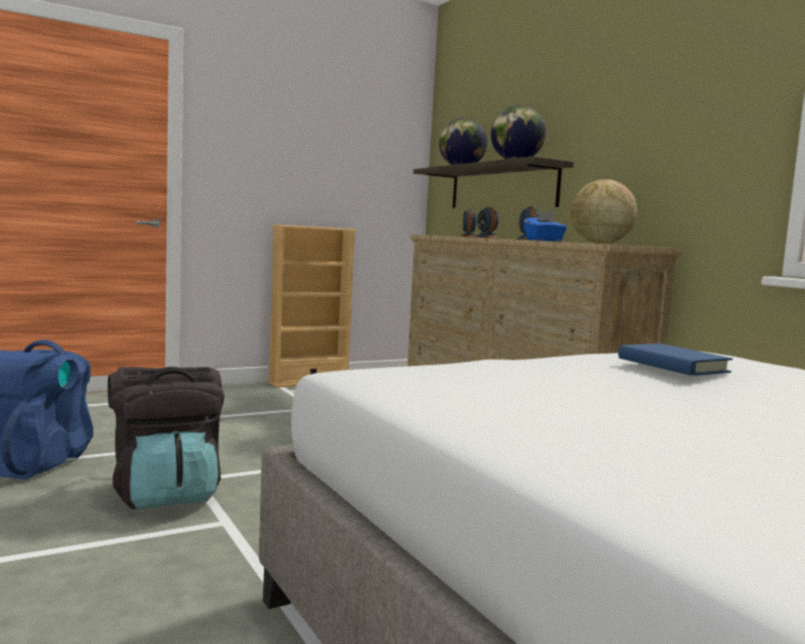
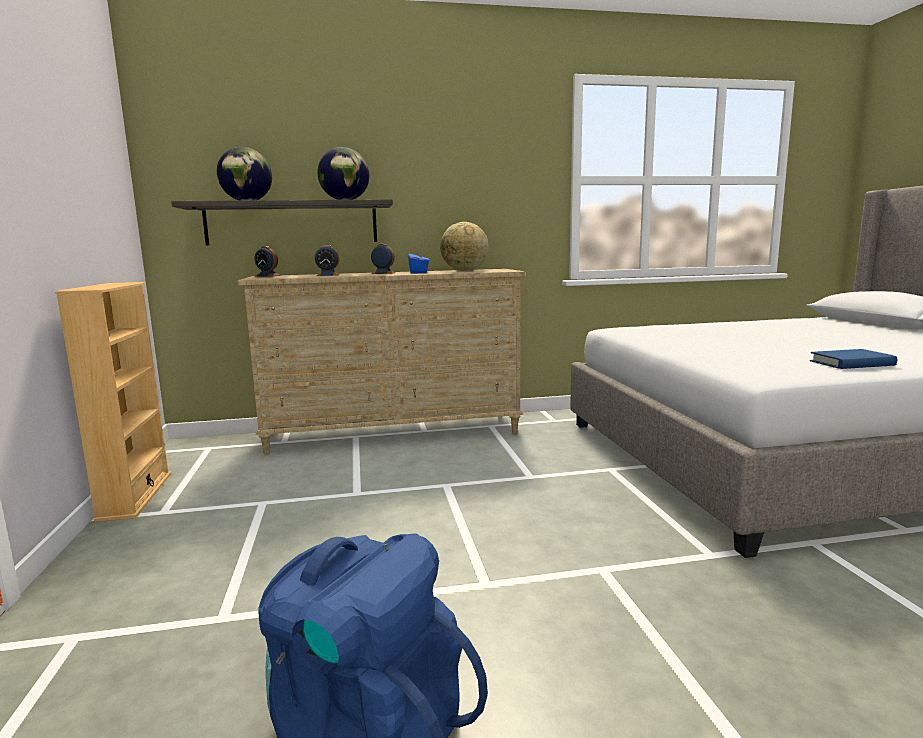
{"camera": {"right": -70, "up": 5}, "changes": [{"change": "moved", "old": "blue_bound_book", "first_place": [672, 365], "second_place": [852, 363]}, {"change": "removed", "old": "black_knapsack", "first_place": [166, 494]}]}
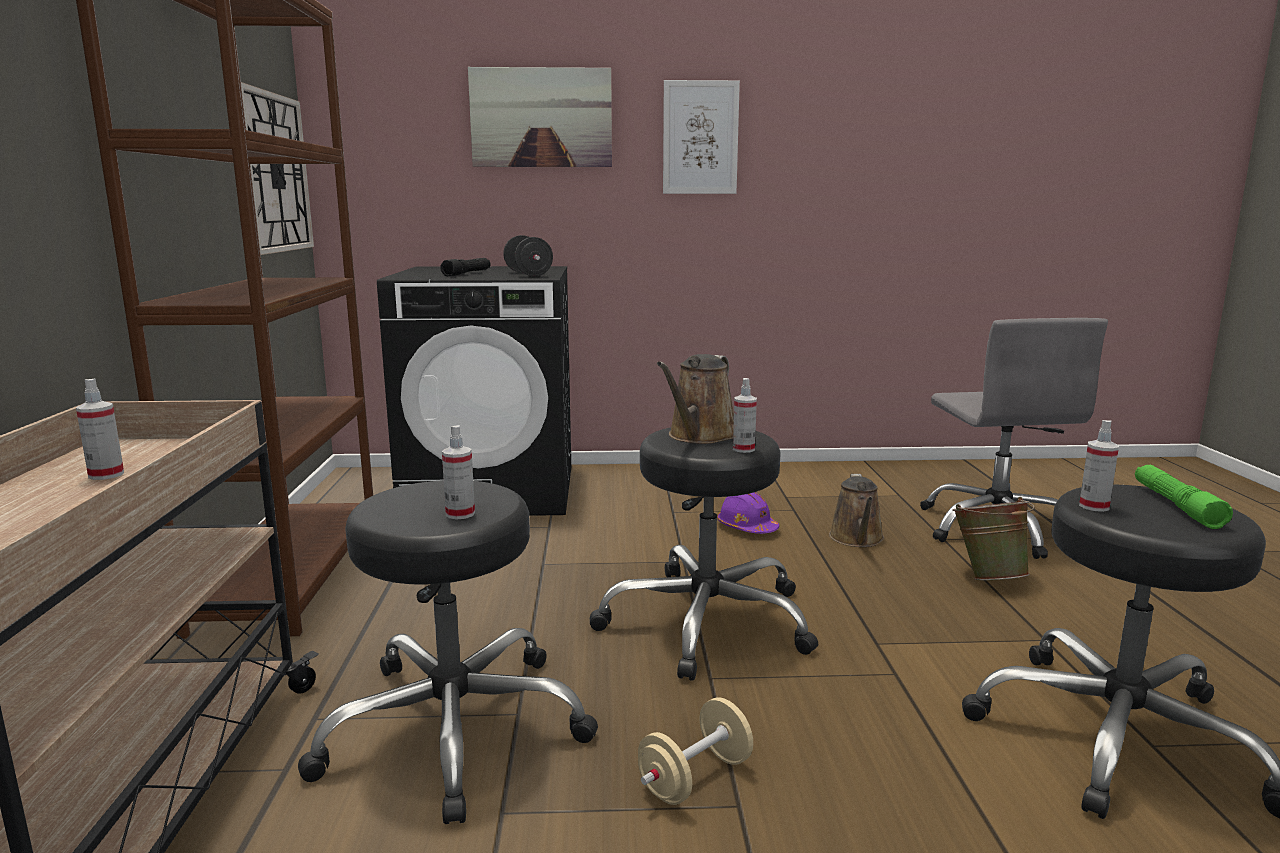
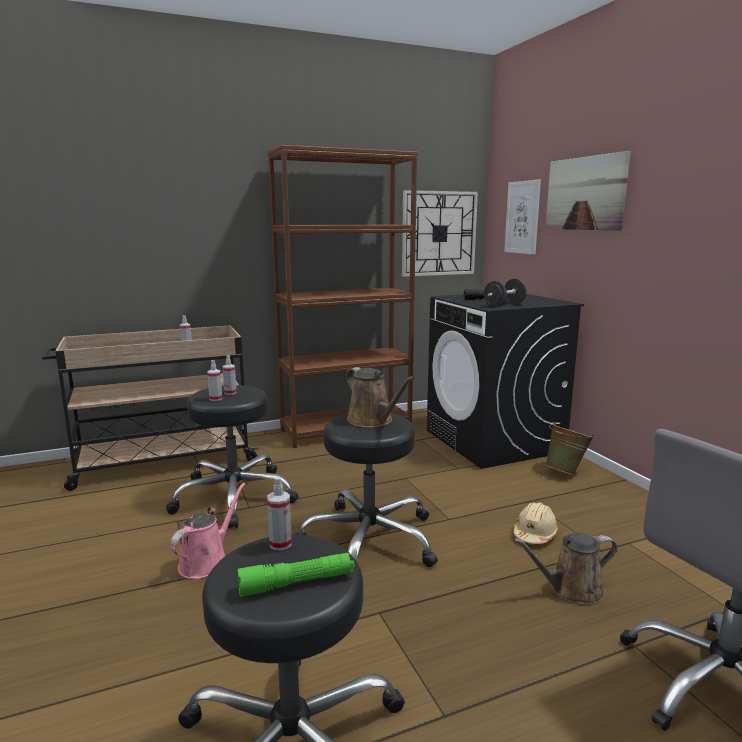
{"camera": {"right": 70, "up": 0}, "changes": [{"change": "moved", "old": "wall_picture", "first_place": [700, 138], "second_place": [522, 217]}, {"change": "turned", "old": "brownish_sprinkling_can", "first_place": [700, 436], "second_place": [373, 421], "degrees": -135}, {"change": "moved", "old": "spray_bottle", "first_place": [743, 449], "second_place": [230, 393]}, {"change": "recoloured", "old": "purplish_safety_helmet", "new": "beige-coloured_safety_helmet", "first_place": [746, 528], "second_place": [534, 534]}, {"change": "moved", "old": "green_pail", "first_place": [987, 577], "second_place": [566, 472]}, {"change": "replaced", "old": "beige-coloured_dumbbell", "new": "pinkish_sprinkling_can", "first_place": [695, 778], "second_place": [207, 562]}]}
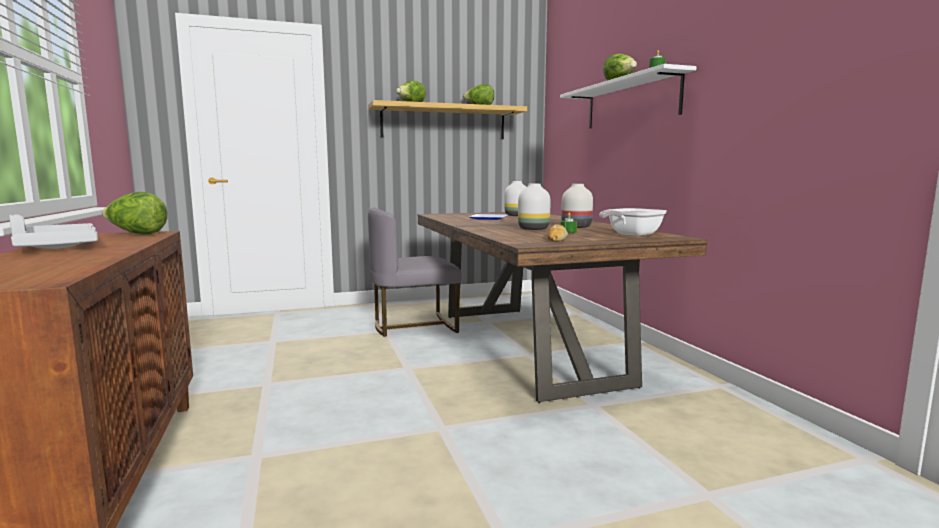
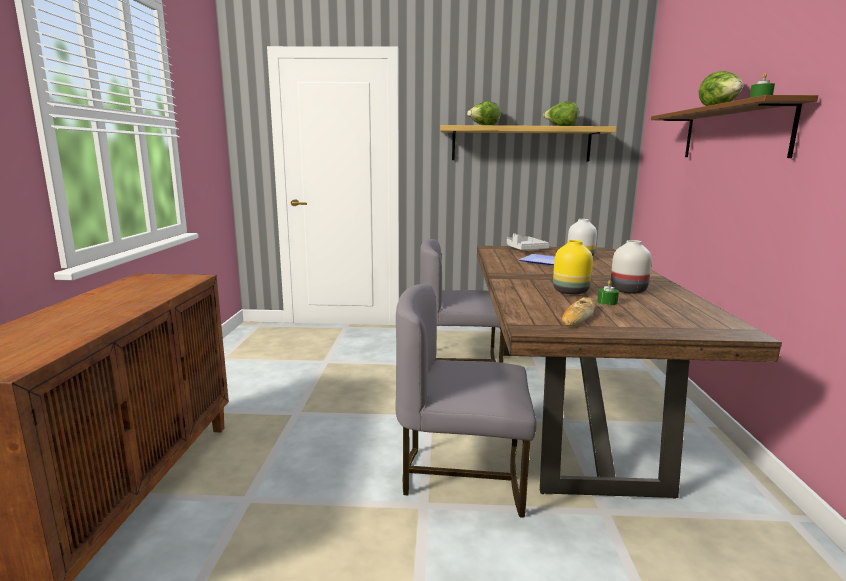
{"camera": {"right": 20, "up": 5}, "changes": [{"change": "recoloured", "old": "white_bracket_shelf", "new": "brownish_bracket_shelf", "first_place": [630, 103], "second_place": [733, 133]}, {"change": "recoloured", "old": "white_vase", "new": "yellowish_vase", "first_place": [532, 229], "second_place": [570, 291]}, {"change": "removed", "old": "head_of_lettuce", "first_place": [137, 234]}, {"change": "removed", "old": "pan", "first_place": [630, 235]}, {"change": "moved", "old": "greyish_serving_tray", "first_place": [57, 247], "second_place": [524, 249]}, {"change": "added", "new": "greyish_upright_chair", "second_place": [463, 474]}]}
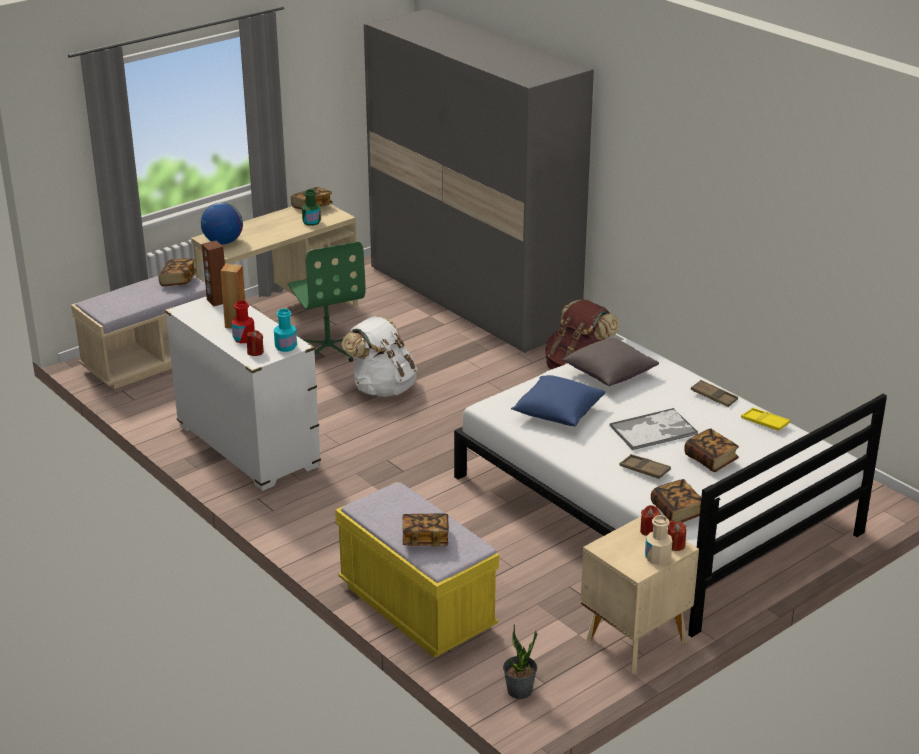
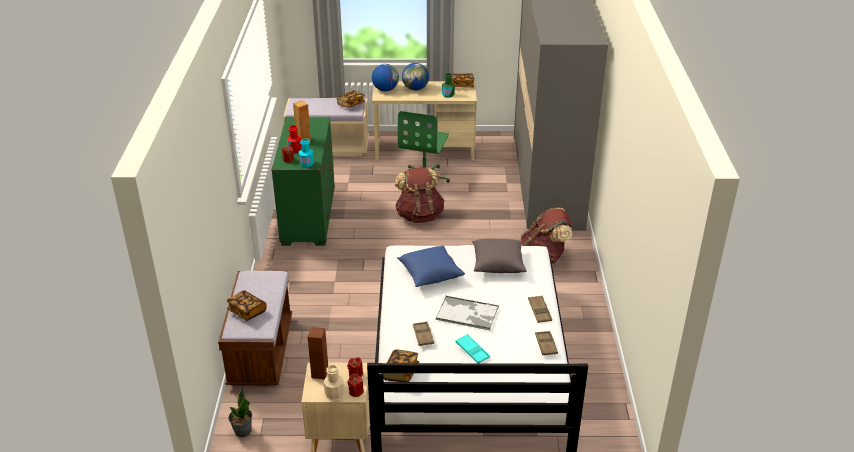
{"camera": {"right": 40, "up": 5}, "changes": [{"change": "moved", "old": "brownish_speaker", "first_place": [217, 301], "second_place": [319, 373]}, {"change": "recoloured", "old": "white_drawer_chest", "new": "green_drawer_chest", "first_place": [247, 446], "second_place": [308, 217]}, {"change": "recoloured", "old": "white_knapsack", "new": "brownish_knapsack", "first_place": [382, 388], "second_place": [419, 215]}, {"change": "recoloured", "old": "yellowish_serving_tray", "new": "brownish_serving_tray", "first_place": [765, 422], "second_place": [546, 345]}, {"change": "replaced", "old": "bound_book", "new": "blue-green_serving_tray", "first_place": [710, 459], "second_place": [472, 351]}, {"change": "recoloured", "old": "yellowish_long_seat", "new": "brownish_long_seat", "first_place": [416, 608], "second_place": [261, 352]}, {"change": "added", "new": "desk_globe", "second_place": [415, 89]}]}
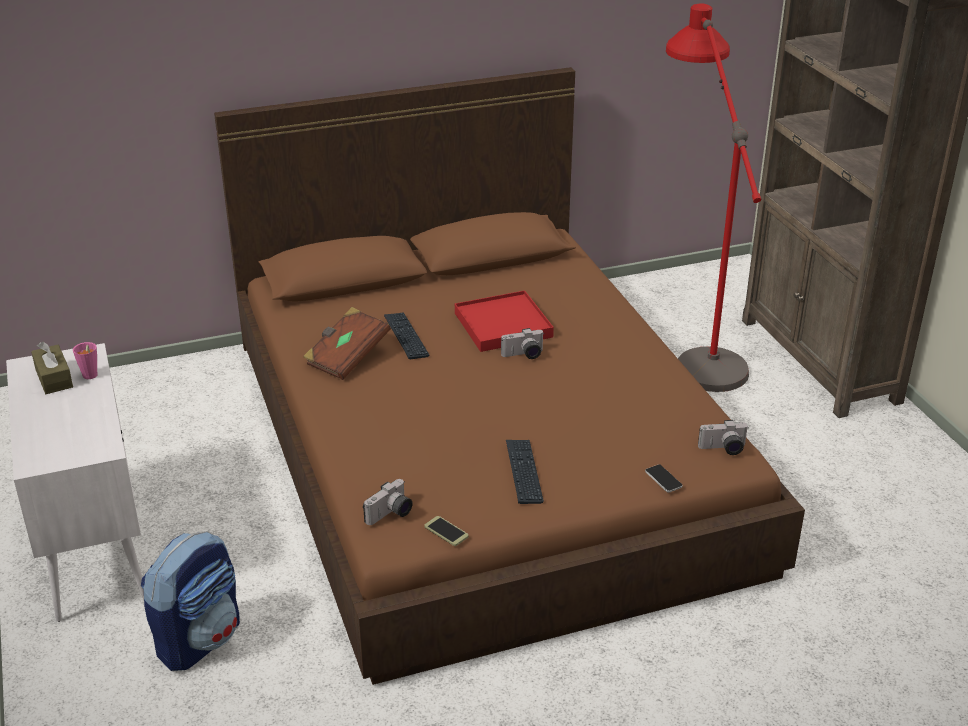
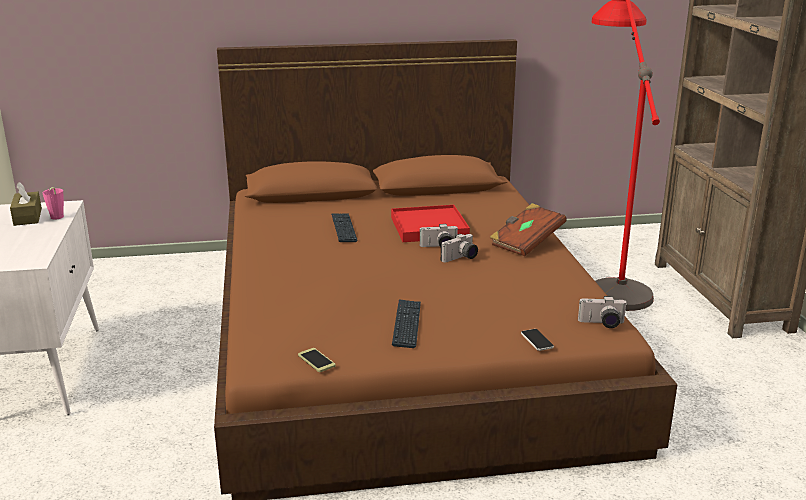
{"camera": {"right": 10, "up": -10}, "changes": [{"change": "moved", "old": "brownish_bound_book", "first_place": [347, 357], "second_place": [526, 243]}, {"change": "moved", "old": "still_camera", "first_place": [391, 514], "second_place": [461, 258]}, {"change": "removed", "old": "knapsack", "first_place": [199, 639]}]}
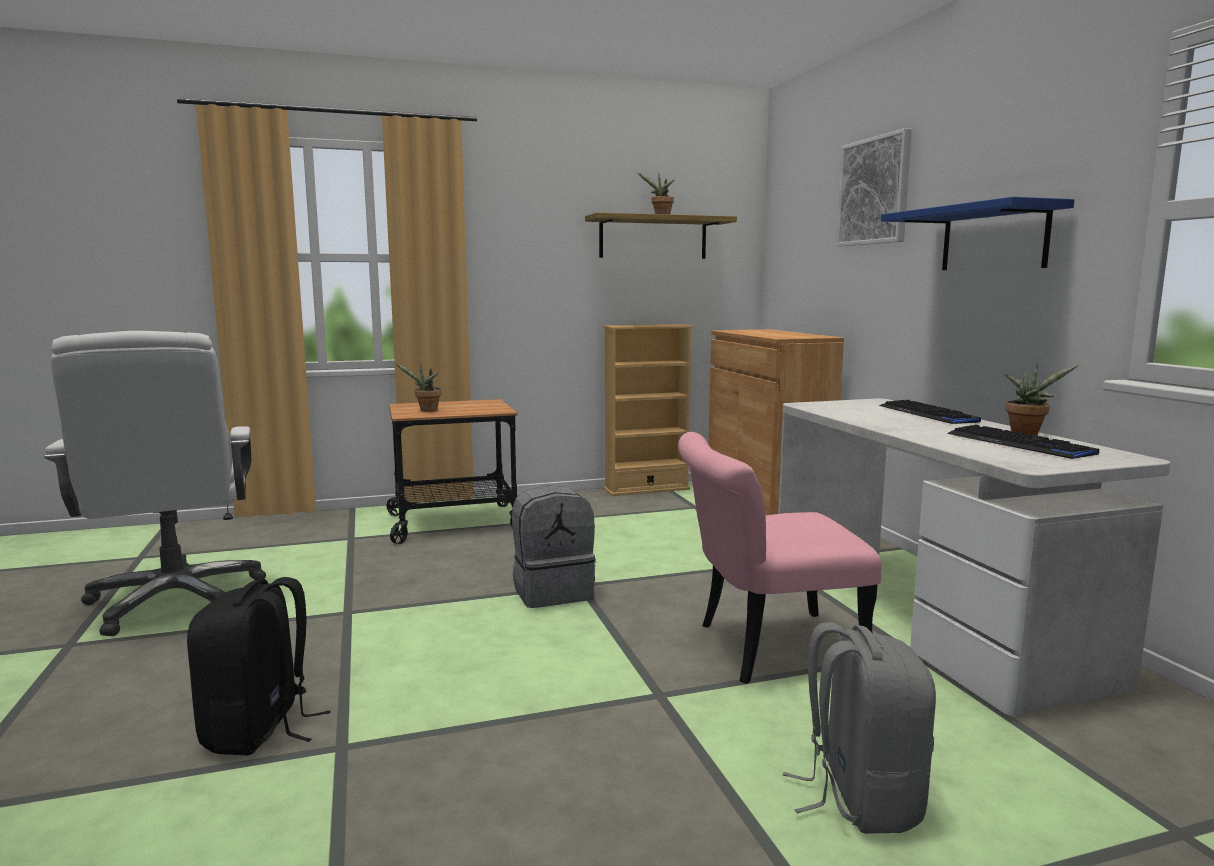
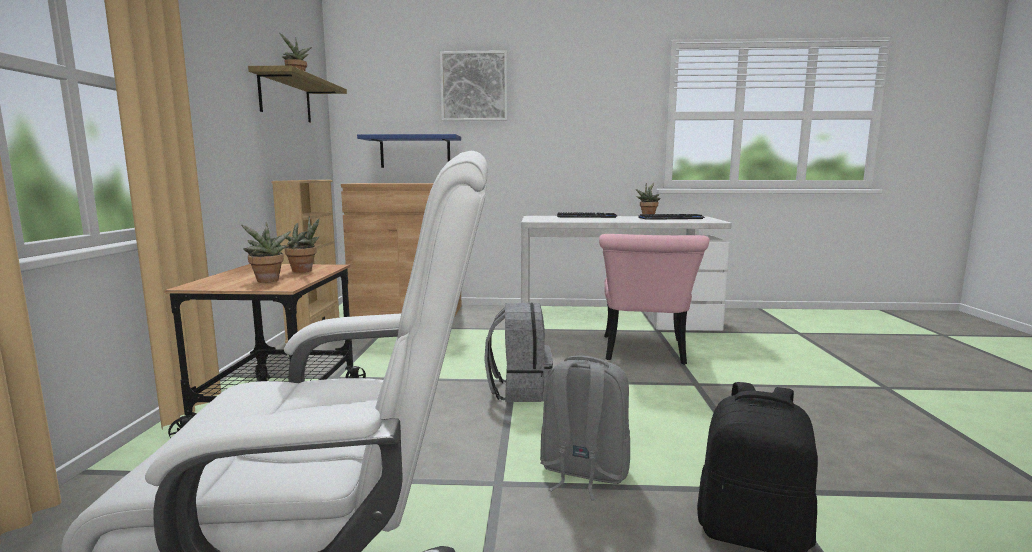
{"camera": {"right": -70, "up": 0}, "changes": [{"change": "moved", "old": "blue_bracket_shelf", "first_place": [993, 239], "second_place": [415, 152]}, {"change": "moved", "old": "greyish_knapsack", "first_place": [859, 797], "second_place": [583, 472]}, {"change": "added", "new": "houseplant", "second_place": [305, 271]}]}
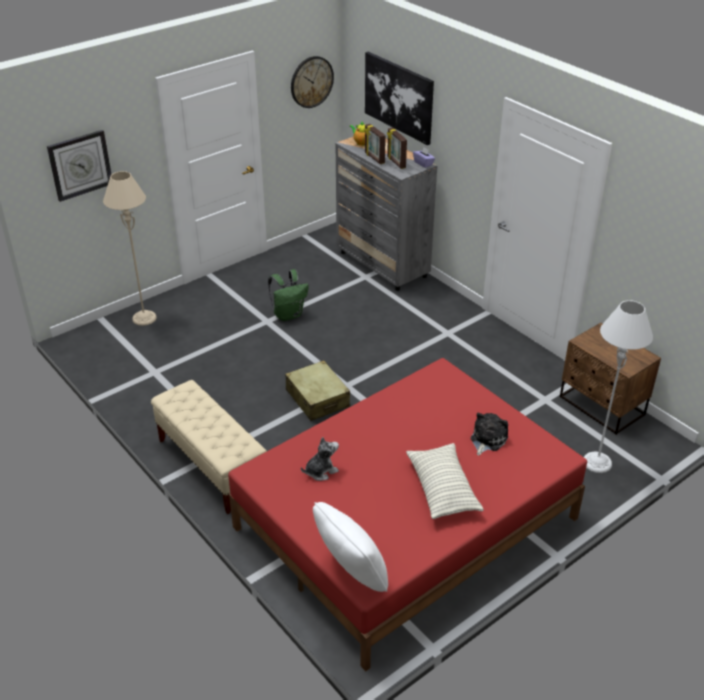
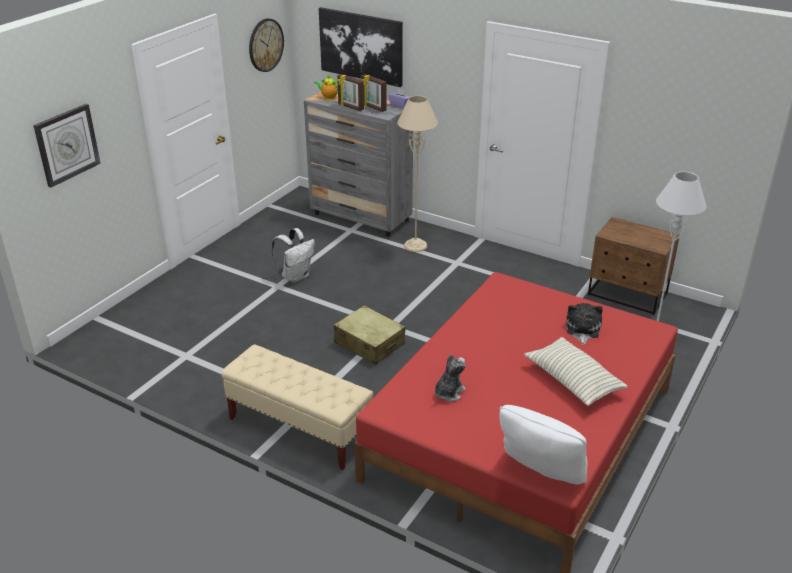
{"camera": {"right": -20, "up": -5}, "changes": [{"change": "moved", "old": "beige-coloured_standing_lamp", "first_place": [144, 318], "second_place": [415, 246]}, {"change": "recoloured", "old": "green_knapsack", "new": "white_knapsack", "first_place": [288, 315], "second_place": [296, 276]}]}
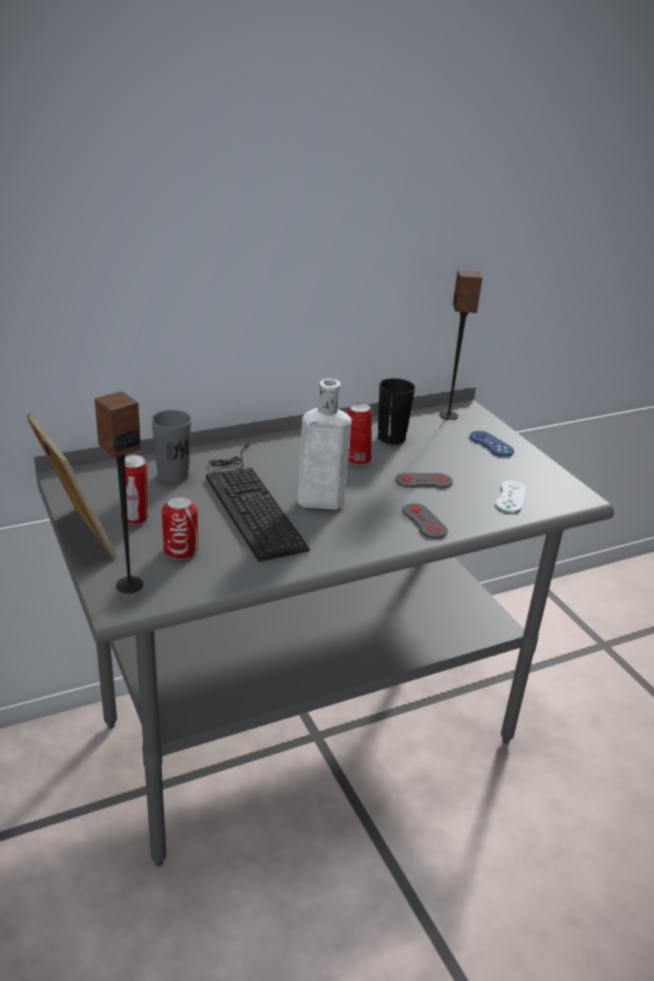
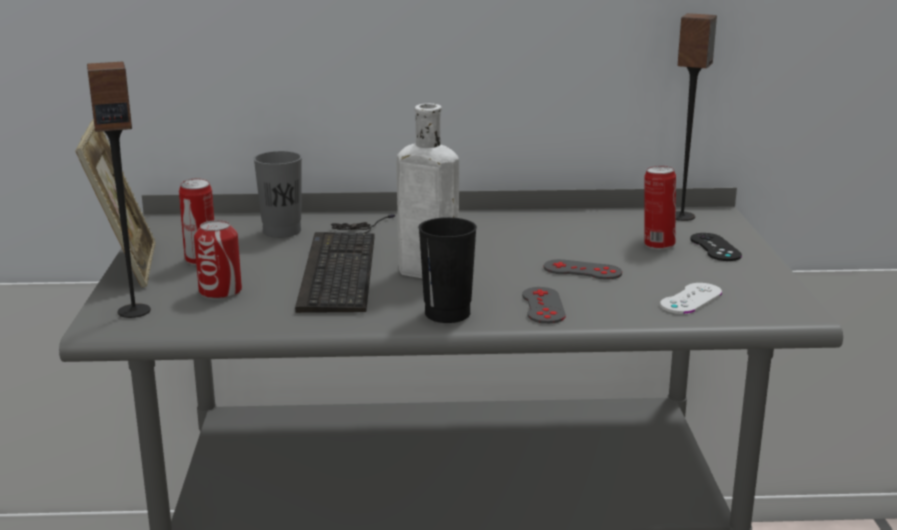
{"camera": {"right": 25, "up": -10}, "changes": [{"change": "moved", "old": "black_small_cup", "first_place": [391, 438], "second_place": [447, 314]}, {"change": "moved", "old": "can", "first_place": [357, 460], "second_place": [657, 245]}, {"change": "recoloured", "old": "blue_game_controller", "new": "black_game_controller", "first_place": [491, 444], "second_place": [715, 247]}]}
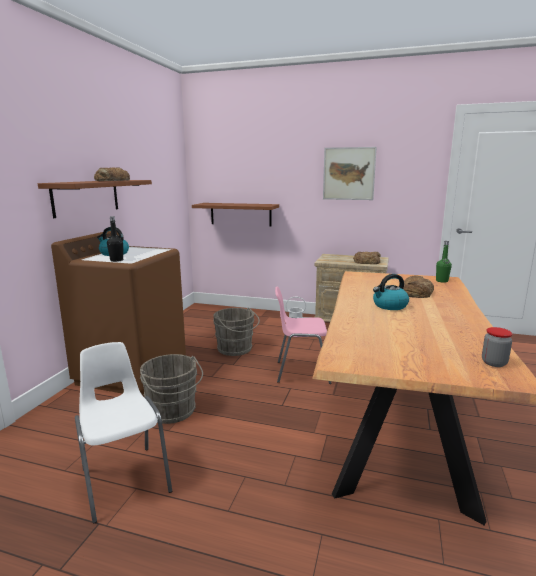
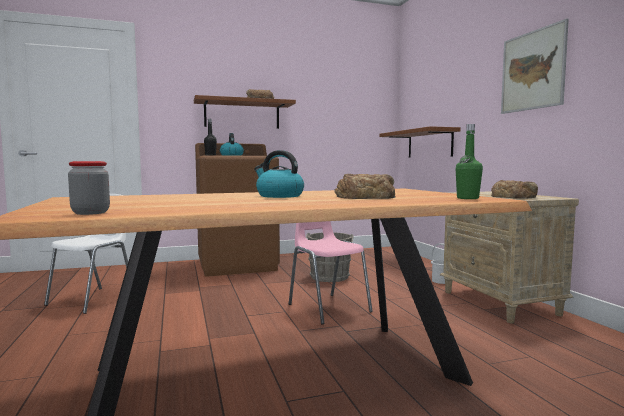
{"camera": {"right": 55, "up": -10}, "changes": [{"change": "removed", "old": "greyish_pail", "first_place": [173, 412]}]}
